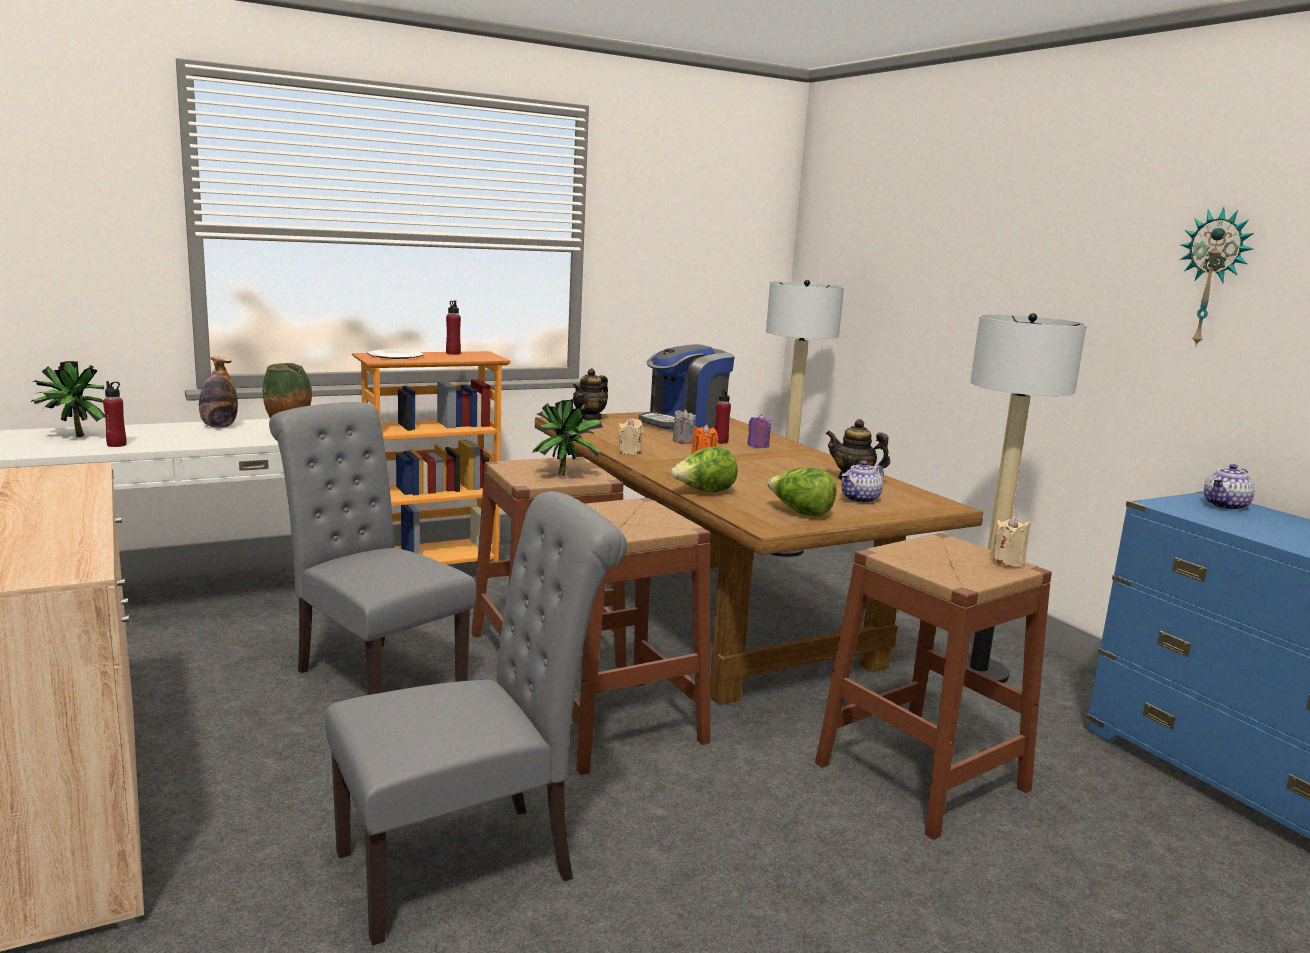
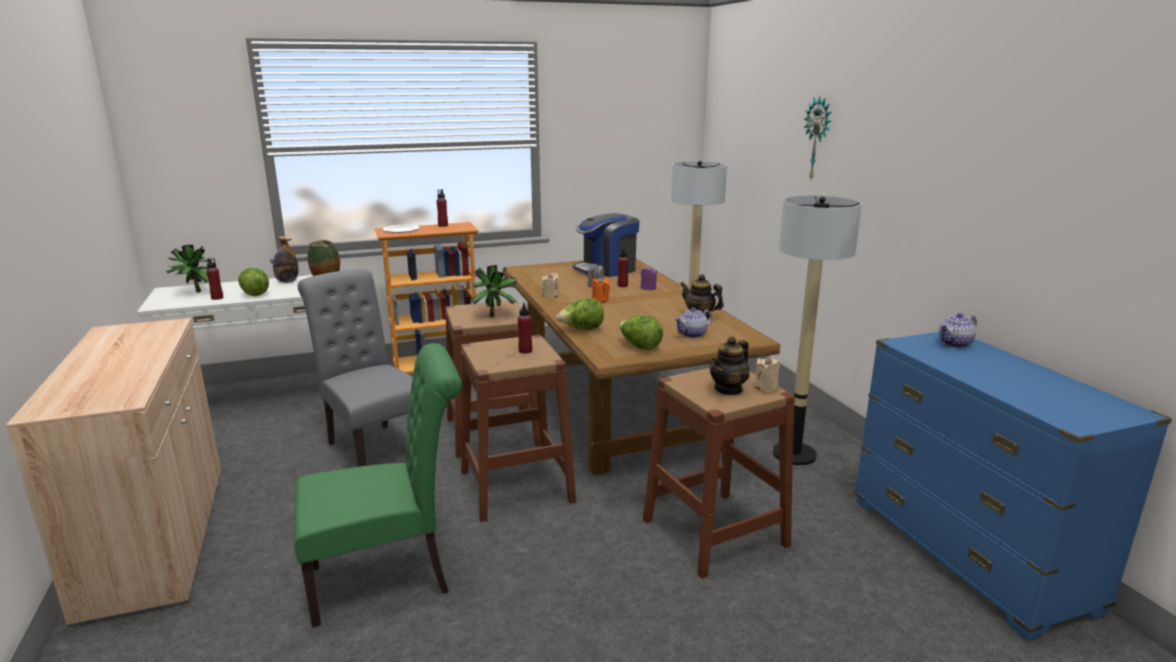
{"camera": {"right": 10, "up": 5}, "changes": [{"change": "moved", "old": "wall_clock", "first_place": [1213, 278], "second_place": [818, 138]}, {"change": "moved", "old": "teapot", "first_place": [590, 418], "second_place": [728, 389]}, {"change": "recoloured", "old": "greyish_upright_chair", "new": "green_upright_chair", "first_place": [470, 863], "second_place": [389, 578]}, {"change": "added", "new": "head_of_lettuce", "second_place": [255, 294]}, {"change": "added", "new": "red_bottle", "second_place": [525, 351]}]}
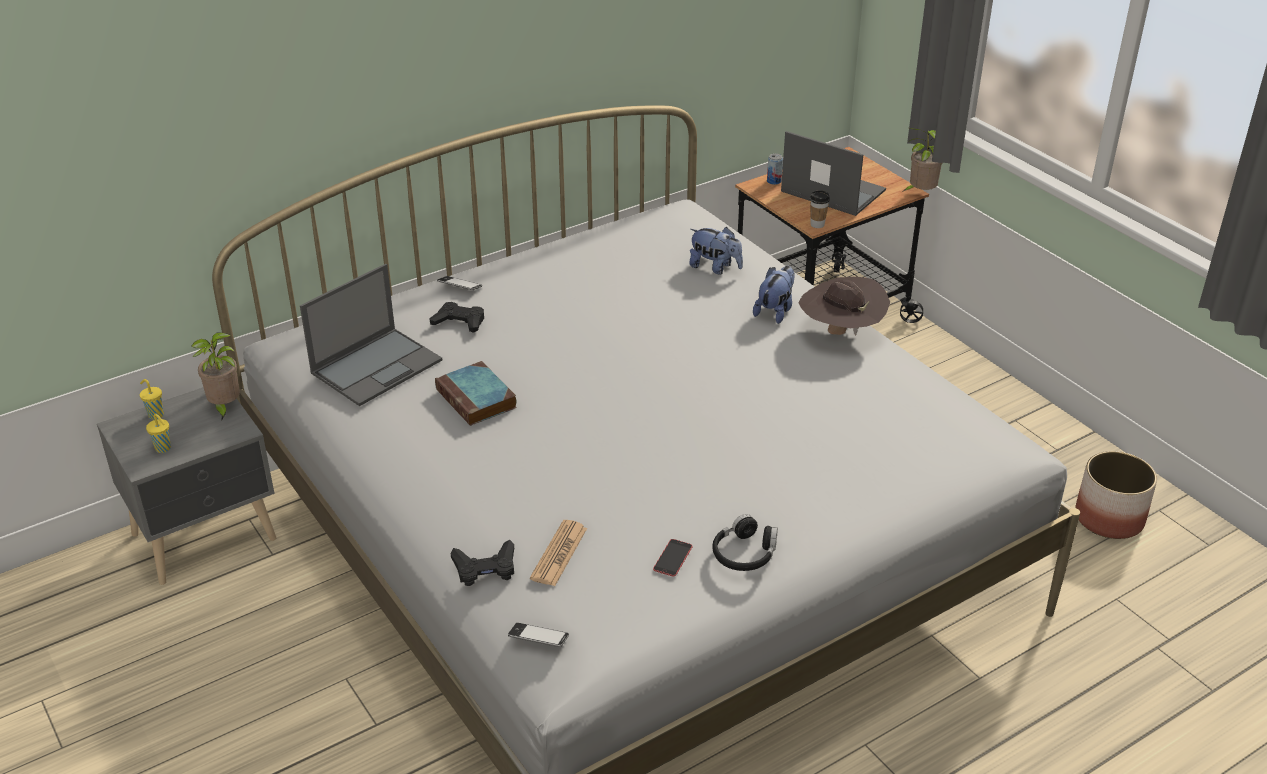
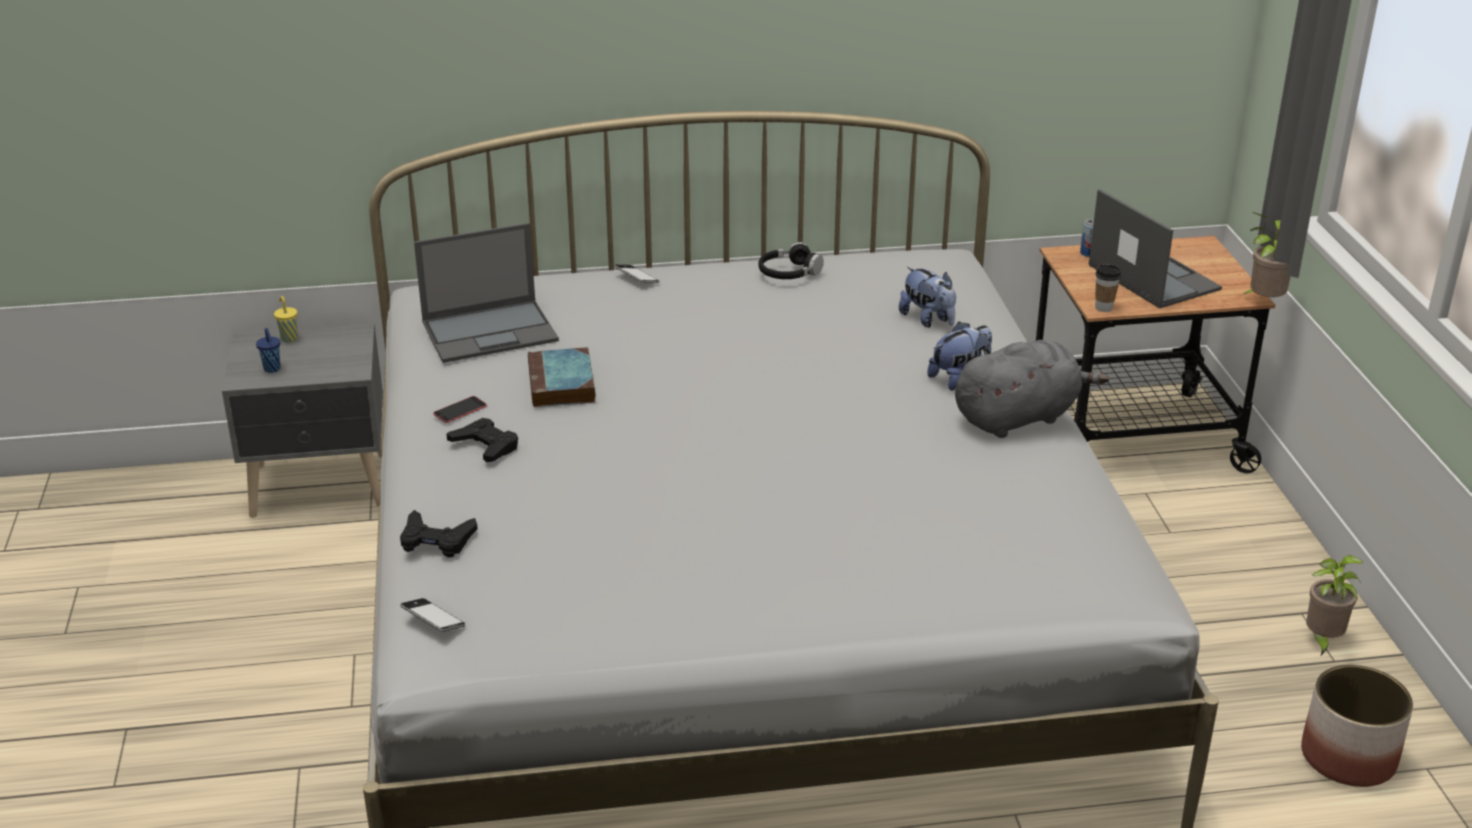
{"camera": {"right": 25, "up": -5}, "changes": [{"change": "replaced", "old": "brownish_hat", "new": "greyish_cuddly_toy", "first_place": [840, 333], "second_place": [1019, 417]}, {"change": "moved", "old": "black_game_controller", "first_place": [459, 322], "second_place": [485, 446]}, {"change": "moved", "old": "houseplant", "first_place": [224, 408], "second_place": [1322, 640]}, {"change": "recoloured", "old": "yellowish_small_cup", "new": "blue_small_cup", "first_place": [163, 449], "second_place": [272, 369]}, {"change": "moved", "old": "black_headset", "first_place": [744, 553], "second_place": [789, 273]}, {"change": "removed", "old": "newspaper", "first_place": [559, 554]}, {"change": "moved", "old": "handset", "first_place": [672, 558], "second_place": [460, 410]}]}
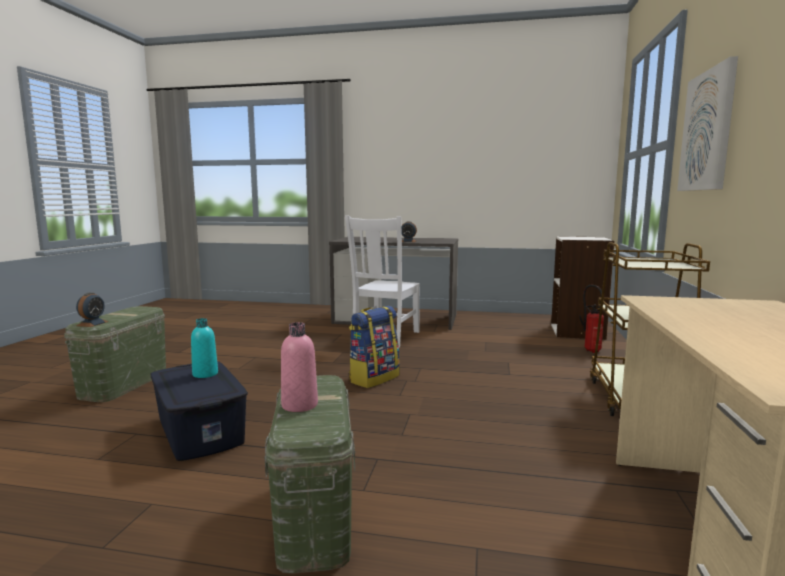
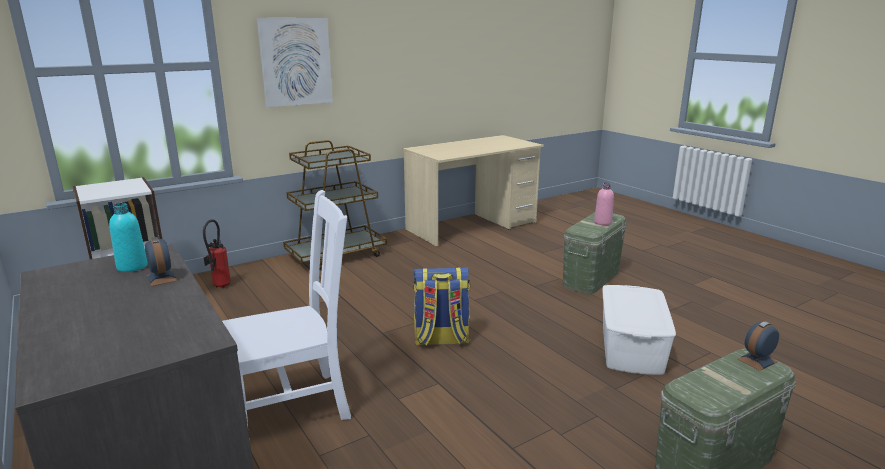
{"camera": {"right": -135, "up": 10}, "changes": [{"change": "moved", "old": "blue-green_bottle", "first_place": [205, 374], "second_place": [132, 267]}, {"change": "recoloured", "old": "blue_storage_container", "new": "white_storage_container", "first_place": [200, 430], "second_place": [630, 347]}]}
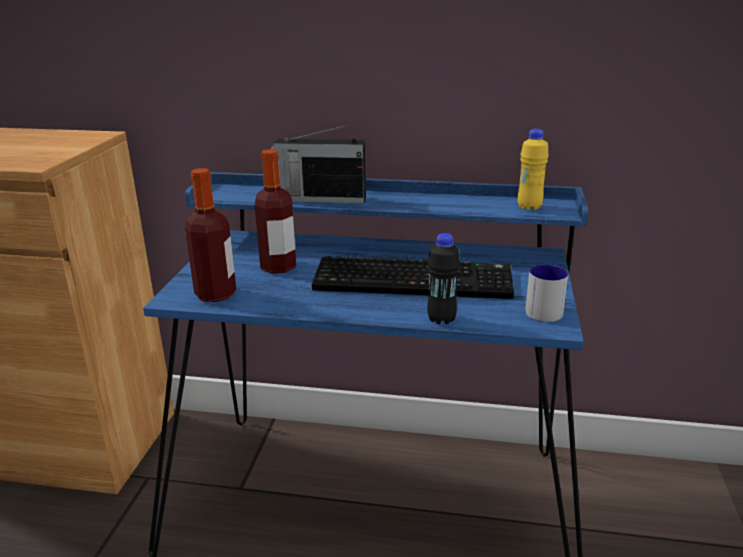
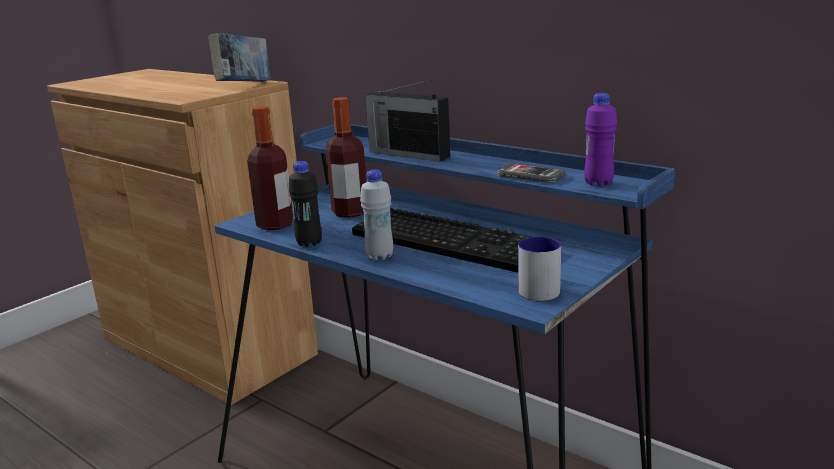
{"camera": {"right": 30, "up": -5}, "changes": [{"change": "recoloured", "old": "yellowish_bottle", "new": "purplish_bottle", "first_place": [529, 207], "second_place": [598, 183]}, {"change": "moved", "old": "black_bottle", "first_place": [441, 319], "second_place": [309, 243]}, {"change": "added", "new": "bound_book", "second_place": [244, 86]}, {"change": "added", "new": "handset", "second_place": [530, 176]}, {"change": "added", "new": "white_bottle", "second_place": [379, 256]}]}
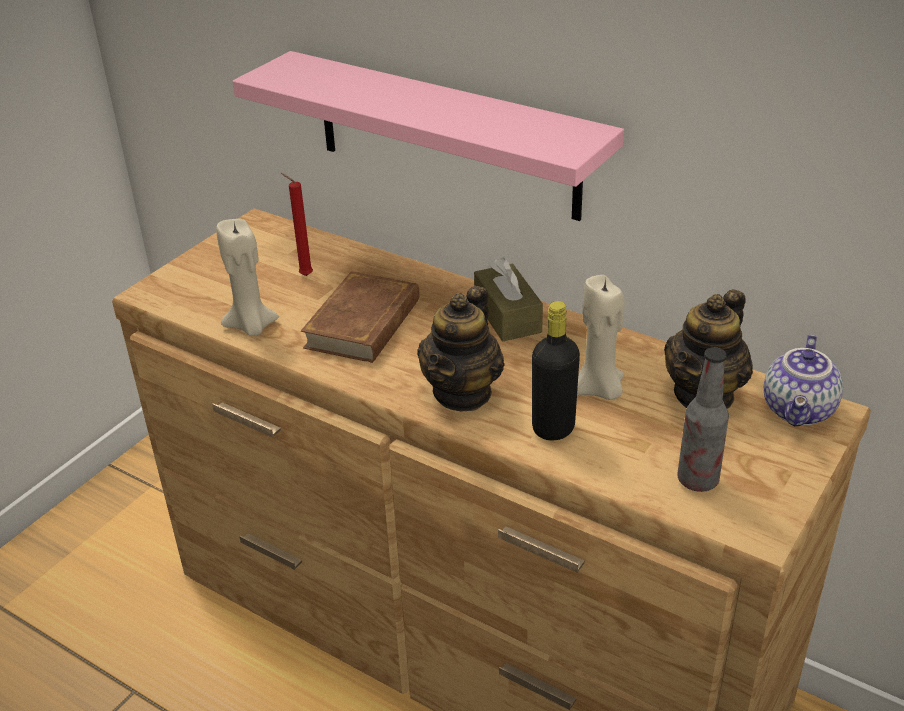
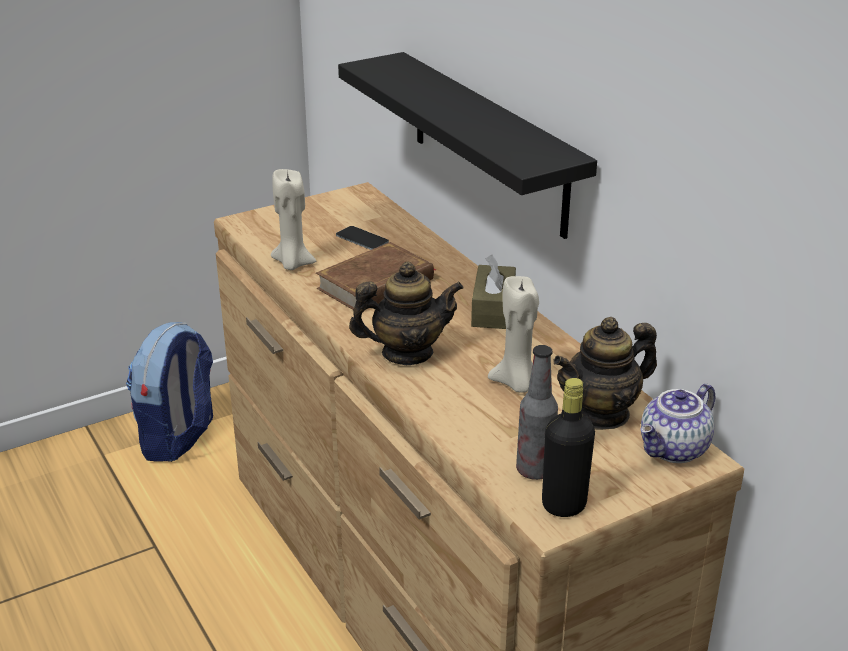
{"camera": {"right": 25, "up": -5}, "changes": [{"change": "recoloured", "old": "pinkish_bracket_shelf", "new": "black_bracket_shelf", "first_place": [445, 135], "second_place": [488, 143]}, {"change": "replaced", "old": "red_candle", "new": "handset", "first_place": [304, 275], "second_place": [362, 239]}, {"change": "turned", "old": "teapot", "first_place": [463, 393], "second_place": [407, 353], "degrees": -150}, {"change": "moved", "old": "black_bottle", "first_place": [553, 428], "second_place": [564, 505]}, {"change": "added", "new": "knapsack", "second_place": [179, 438]}]}
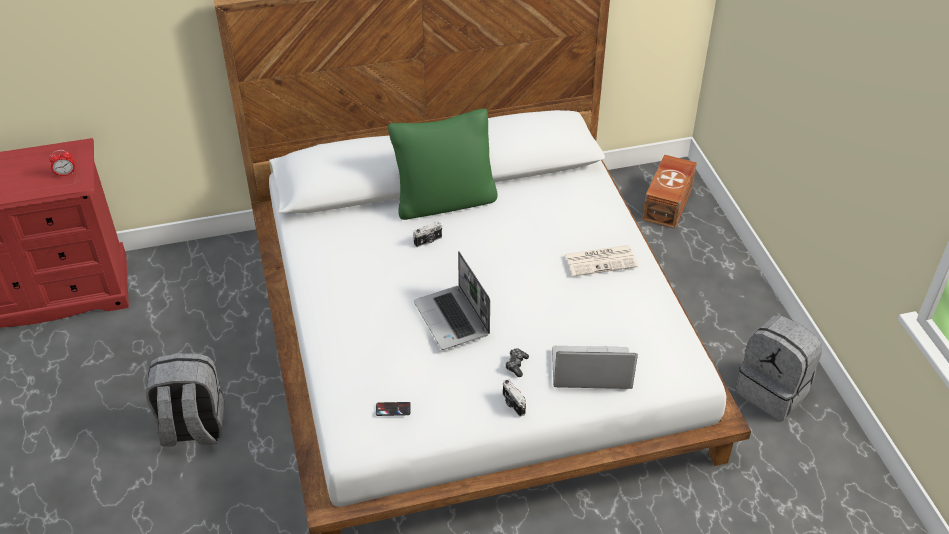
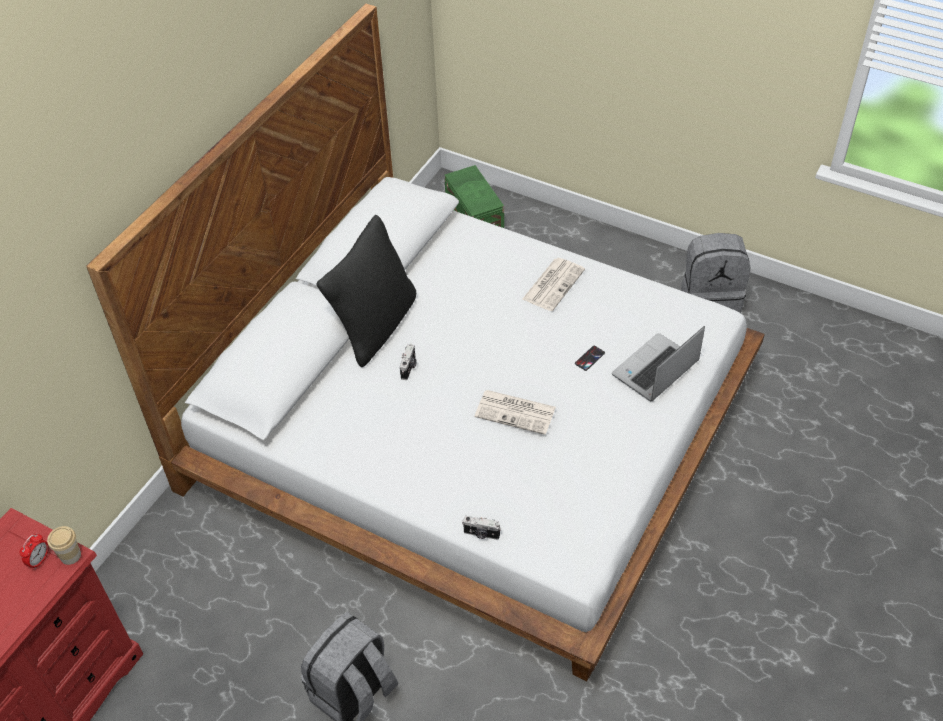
{"camera": {"right": -45, "up": 5}, "changes": [{"change": "recoloured", "old": "green_pillow", "new": "black_pillow", "first_place": [445, 201], "second_place": [374, 326]}, {"change": "recoloured", "old": "brownish_storage_container", "new": "green_storage_container", "first_place": [668, 203], "second_place": [475, 214]}, {"change": "replaced", "old": "laptop", "new": "newspaper", "first_place": [453, 319], "second_place": [516, 412]}, {"change": "removed", "old": "game_controller", "first_place": [516, 365]}, {"change": "moved", "old": "still_camera", "first_place": [512, 404], "second_place": [481, 534]}, {"change": "moved", "old": "handset", "first_place": [393, 409], "second_place": [589, 358]}, {"change": "added", "new": "small_cup", "second_place": [70, 555]}]}
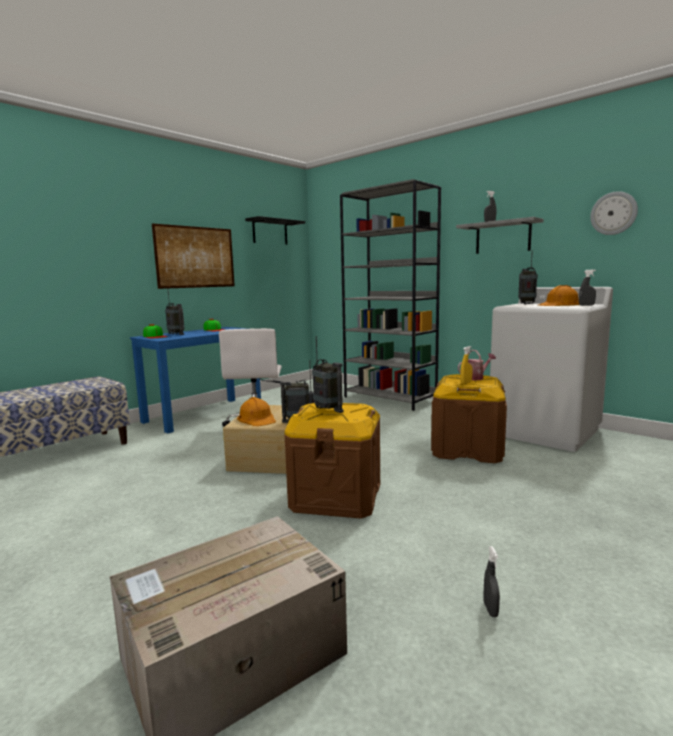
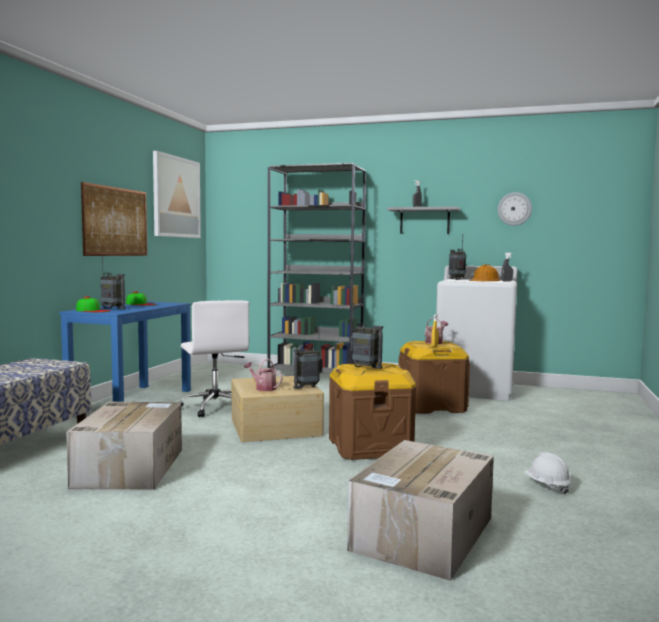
{"camera": {"right": -25, "up": -5}, "changes": [{"change": "replaced", "old": "black_bracket_shelf", "new": "wall_picture", "first_place": [270, 232], "second_place": [176, 197]}, {"change": "replaced", "old": "orange-coloured_safety_helmet", "new": "sprinkling_can", "first_place": [257, 418], "second_place": [263, 388]}, {"change": "replaced", "old": "greyish_spray_bottle", "new": "white_safety_helmet", "first_place": [490, 609], "second_place": [547, 486]}, {"change": "added", "new": "carton", "second_place": [130, 467]}]}
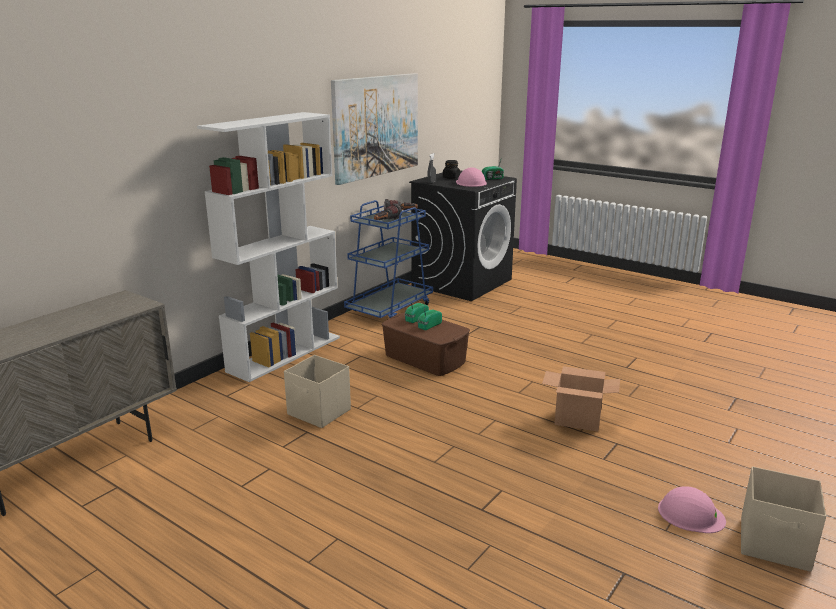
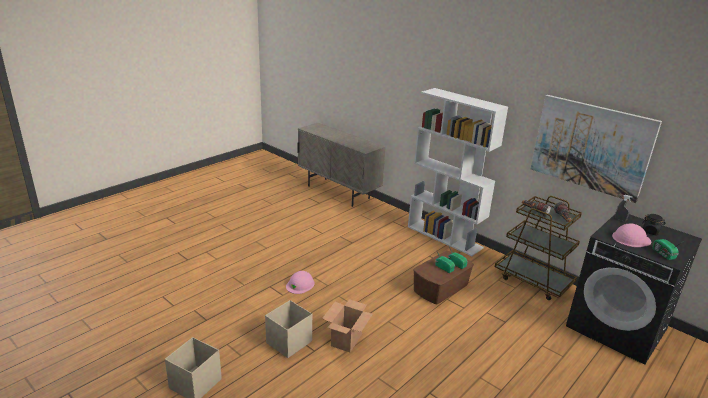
{"camera": {"right": 95, "up": 5}, "changes": [{"change": "recoloured", "old": "blue_trolley", "new": "brownish_trolley", "first_place": [390, 308], "second_place": [533, 280]}, {"change": "moved", "old": "beige-coloured_storage_container", "first_place": [319, 412], "second_place": [288, 342]}, {"change": "moved", "old": "pinkish_safety_helmet", "first_place": [690, 514], "second_place": [300, 284]}]}
